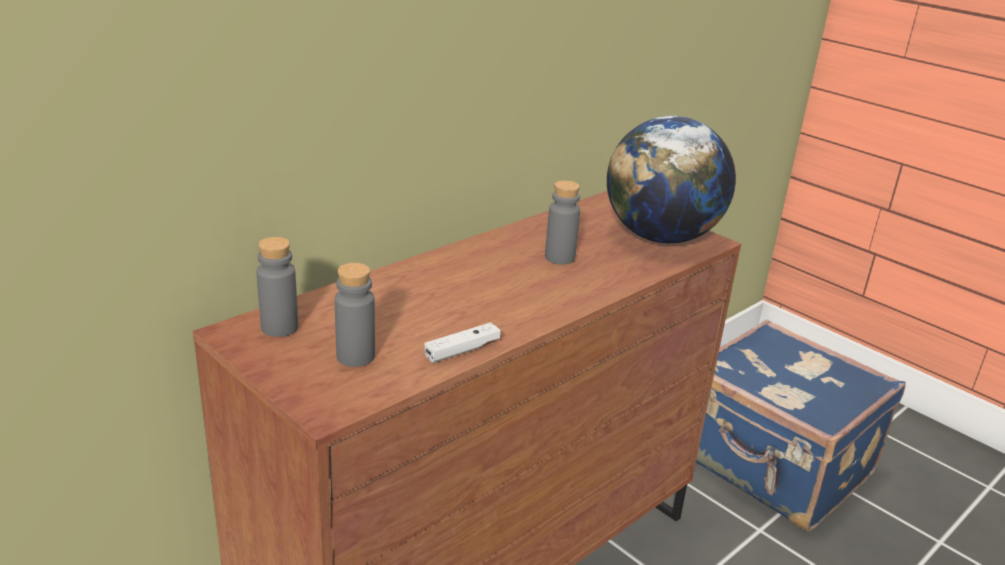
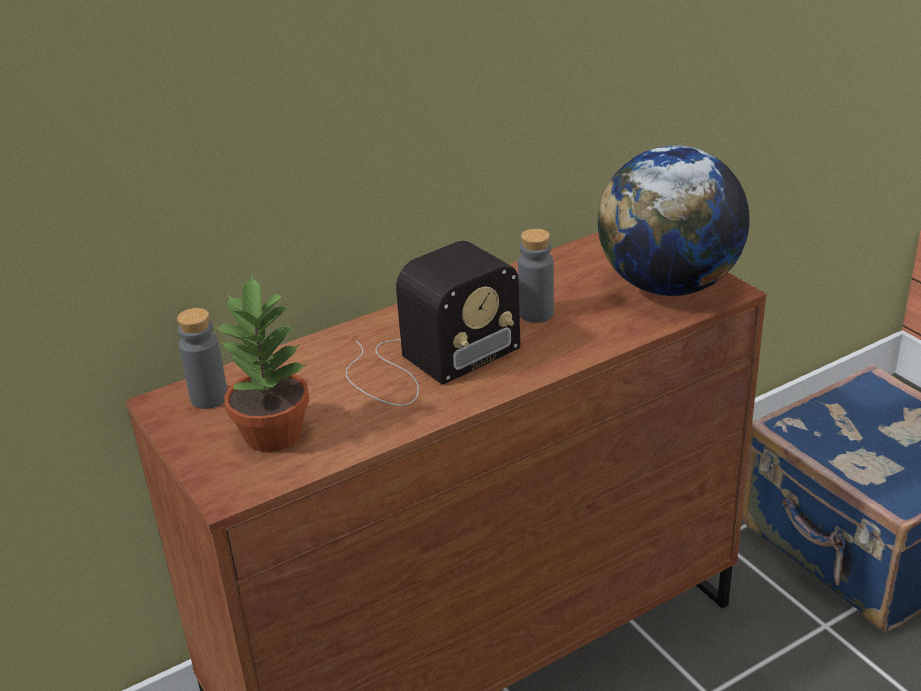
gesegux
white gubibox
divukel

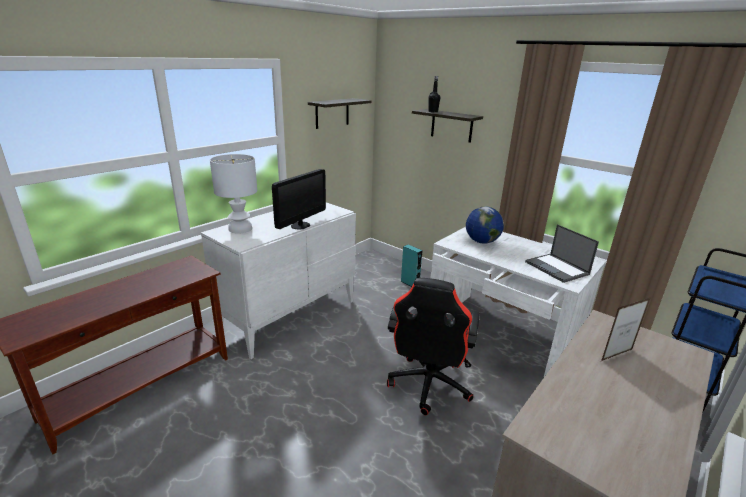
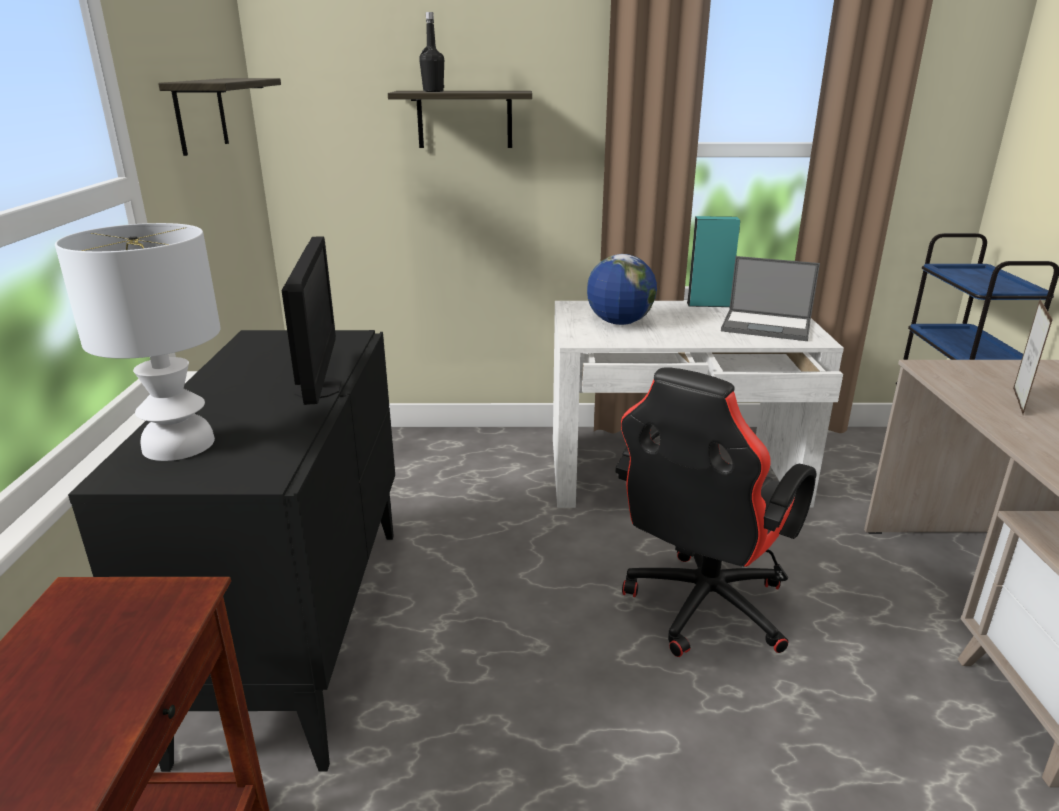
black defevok
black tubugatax
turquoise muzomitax

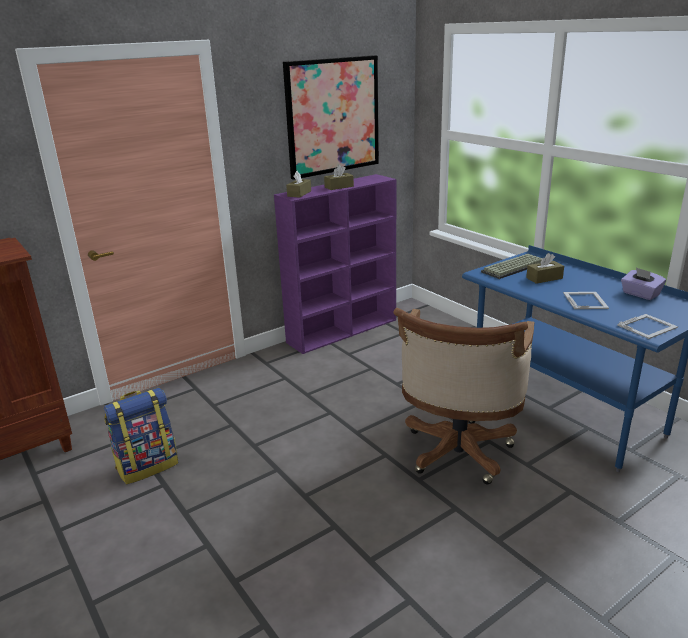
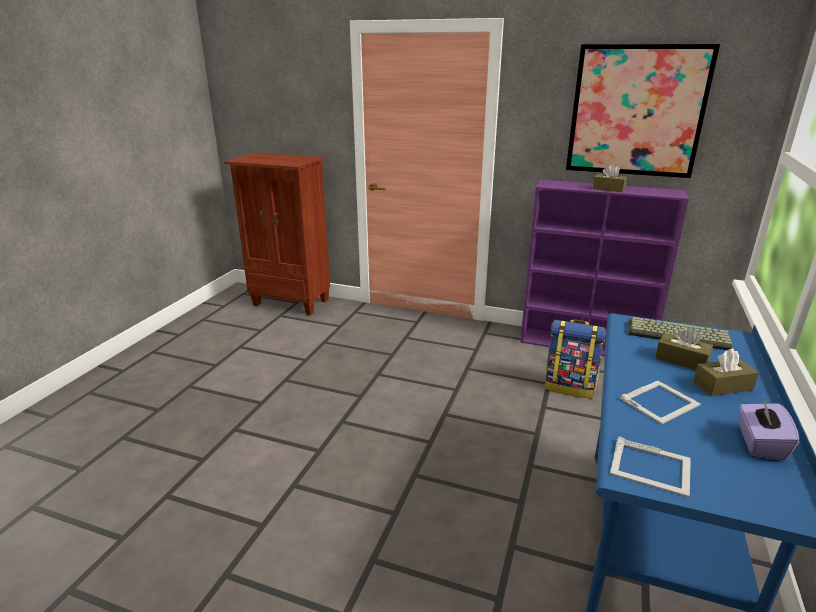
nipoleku
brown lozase (3rd from left)
tubugatax

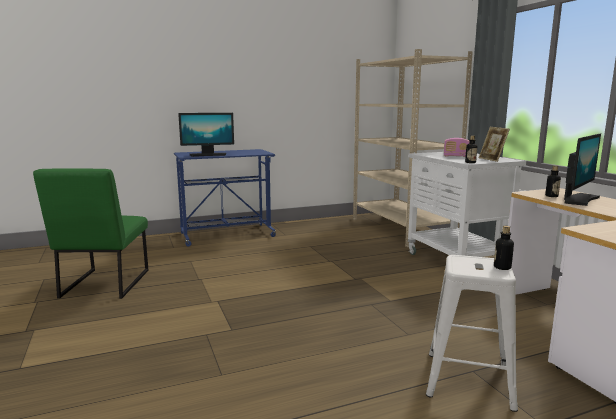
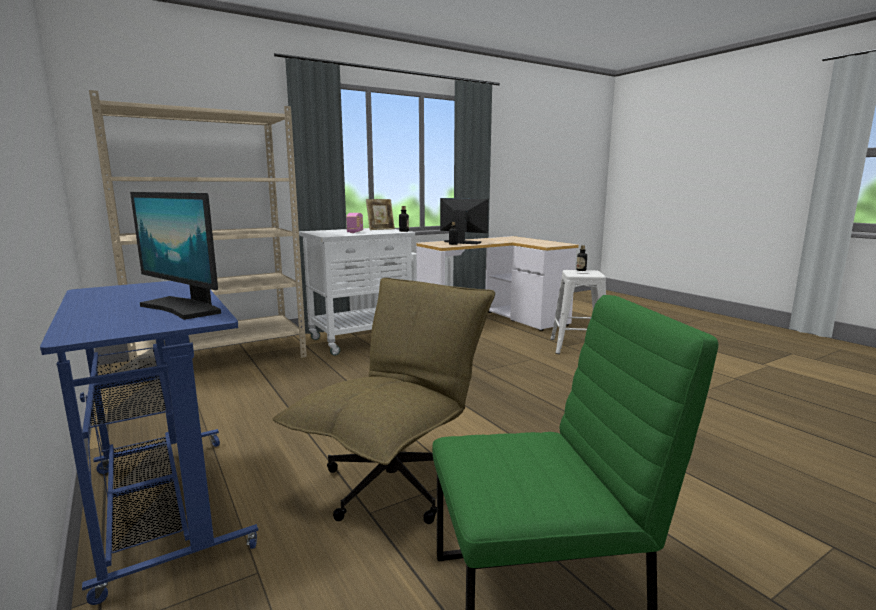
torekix (1st from left)
beige tubugatax

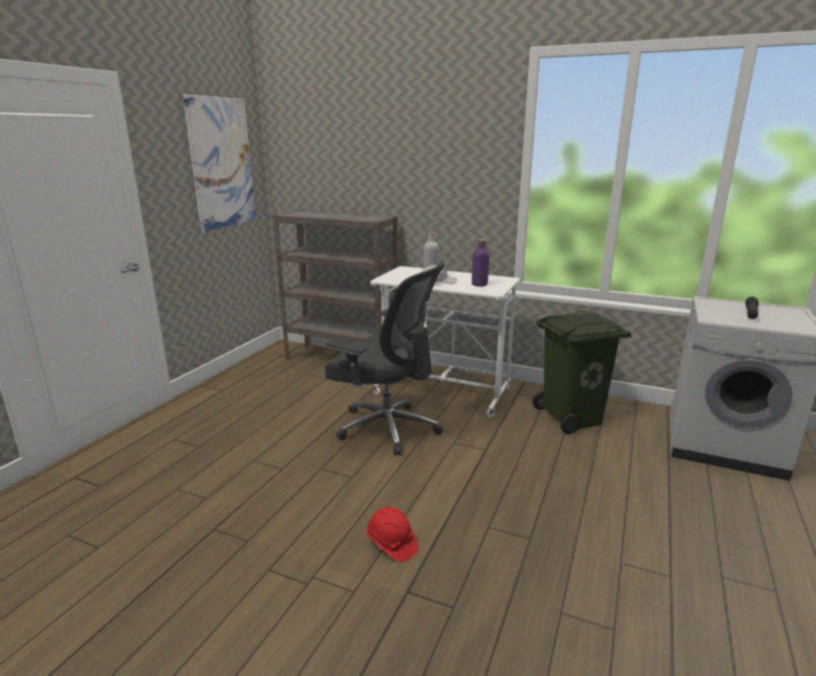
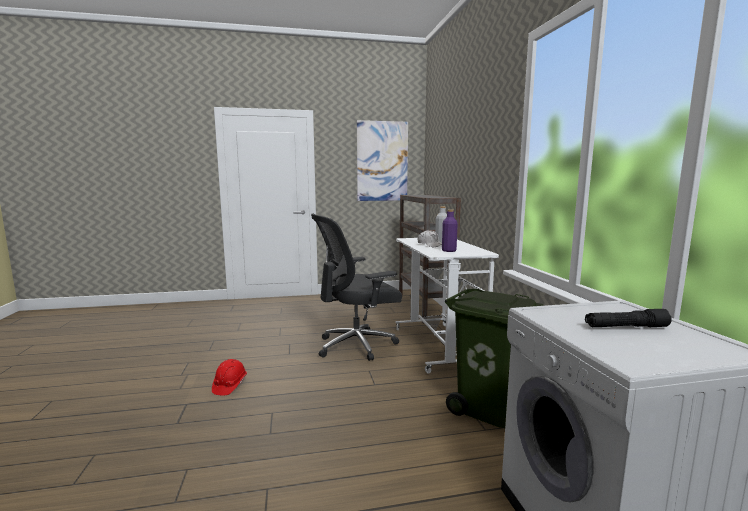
tubugatax

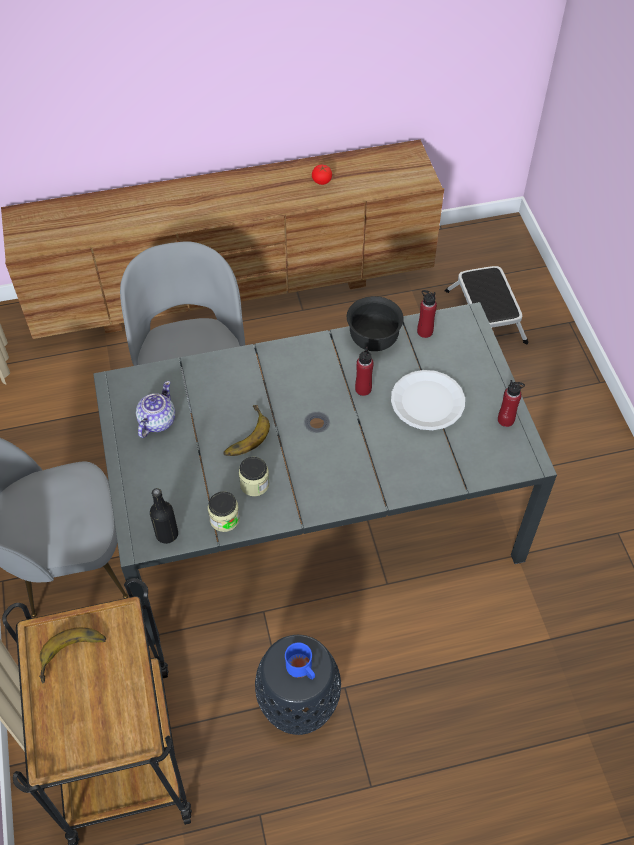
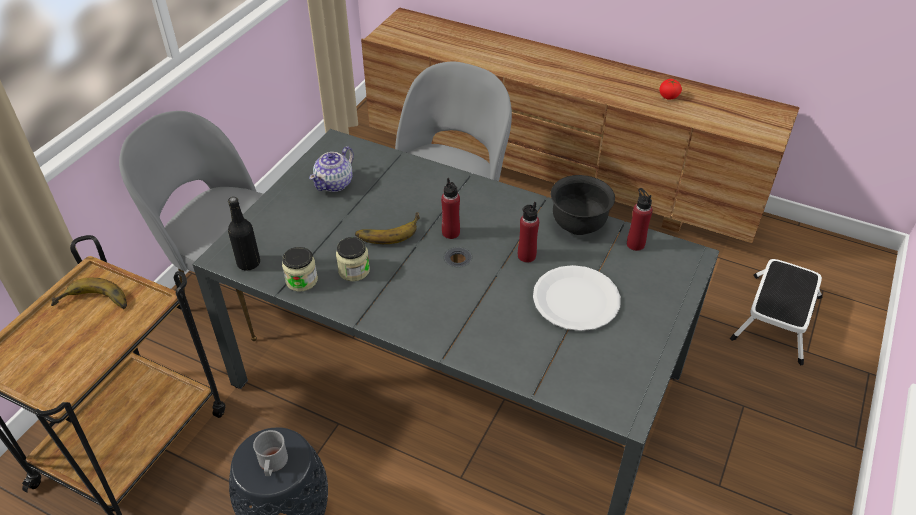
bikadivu
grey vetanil
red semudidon (1st from left)

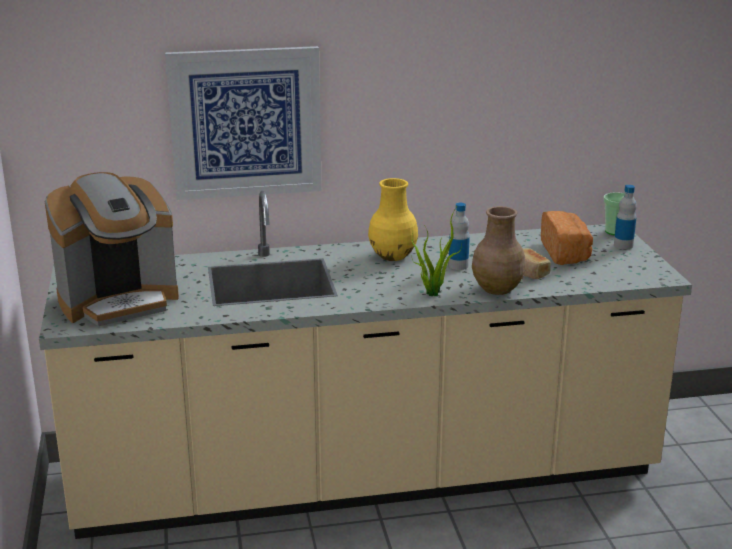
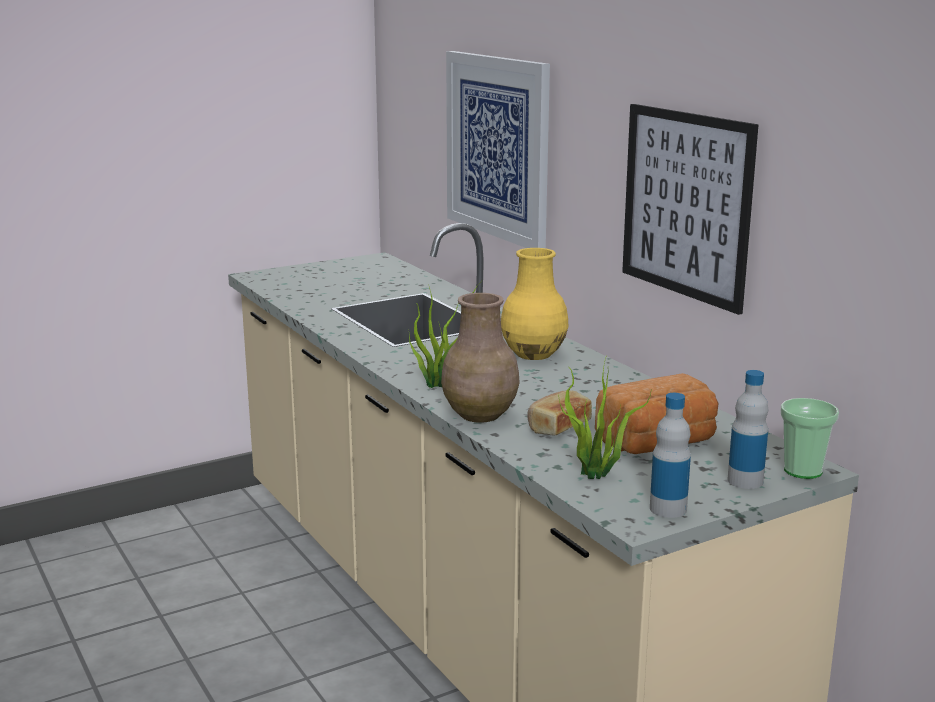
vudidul
semudidon (1st from left)
gesegux (2nd from left)
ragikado (2nd from left)

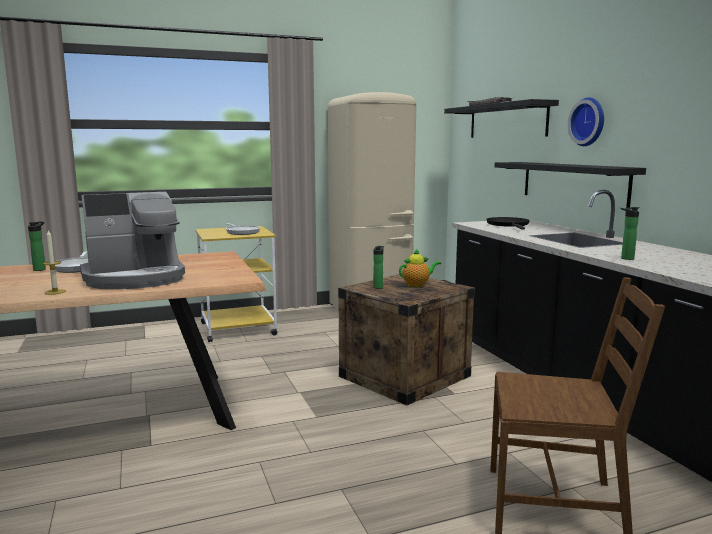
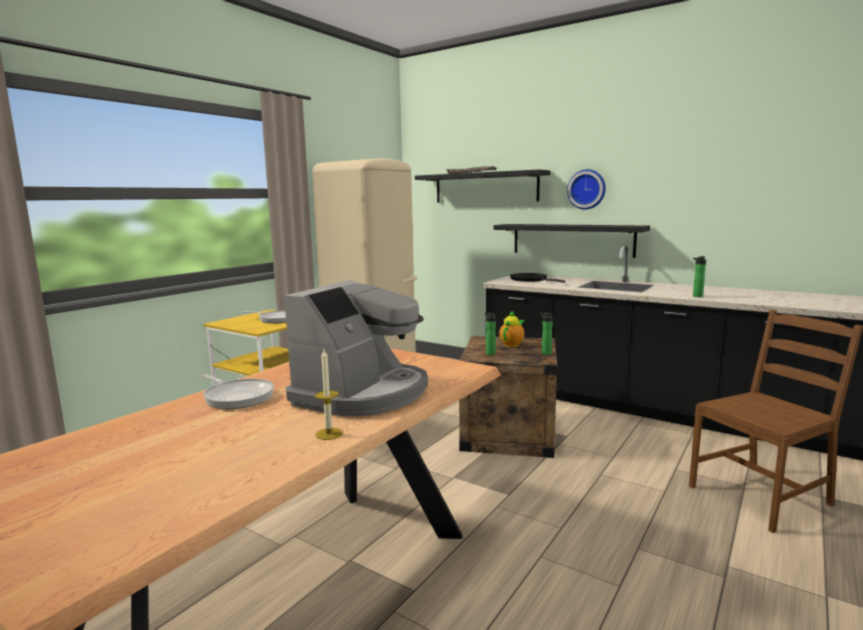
semudidon (2nd from left)

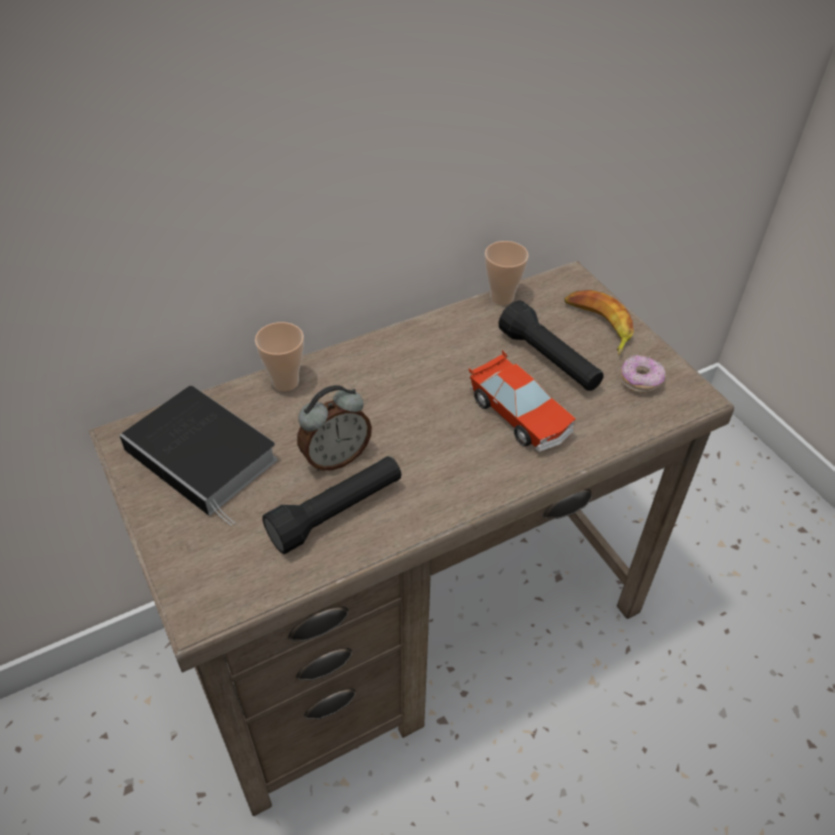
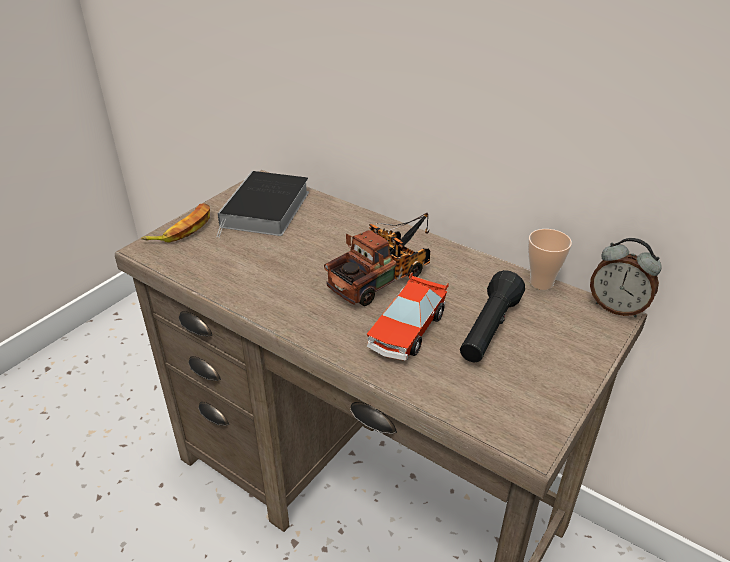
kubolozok (1st from left in the first image)
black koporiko (1st from left in the first image)
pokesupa
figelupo
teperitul
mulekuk

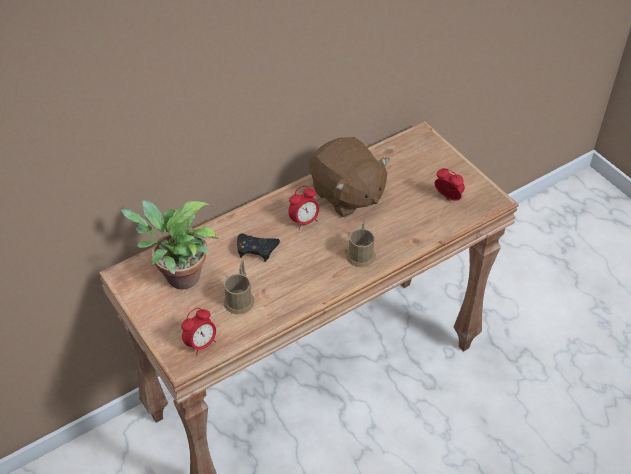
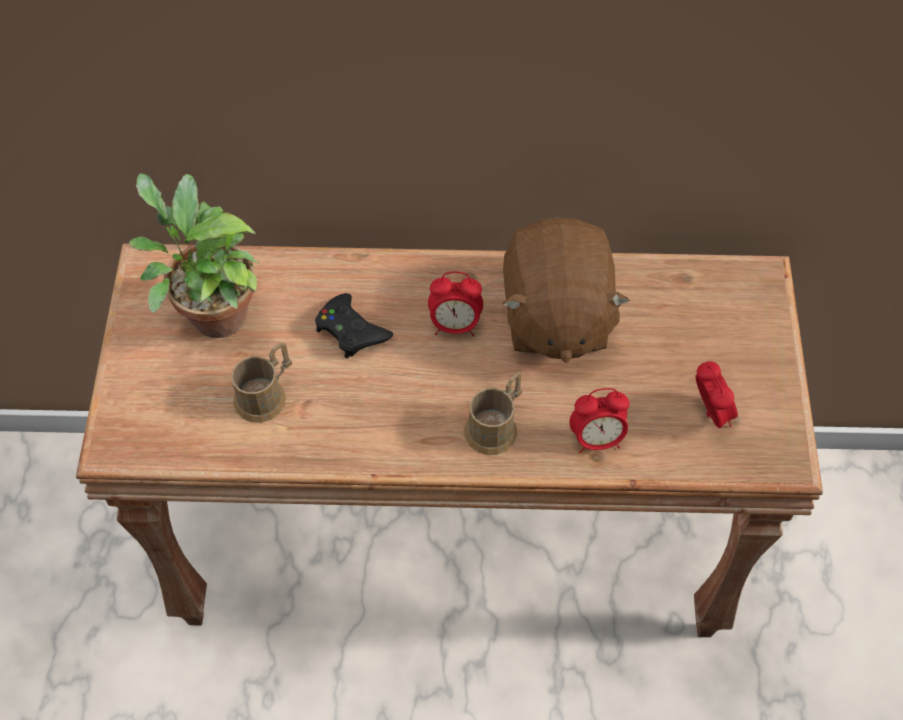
pokesupa (2nd from left)

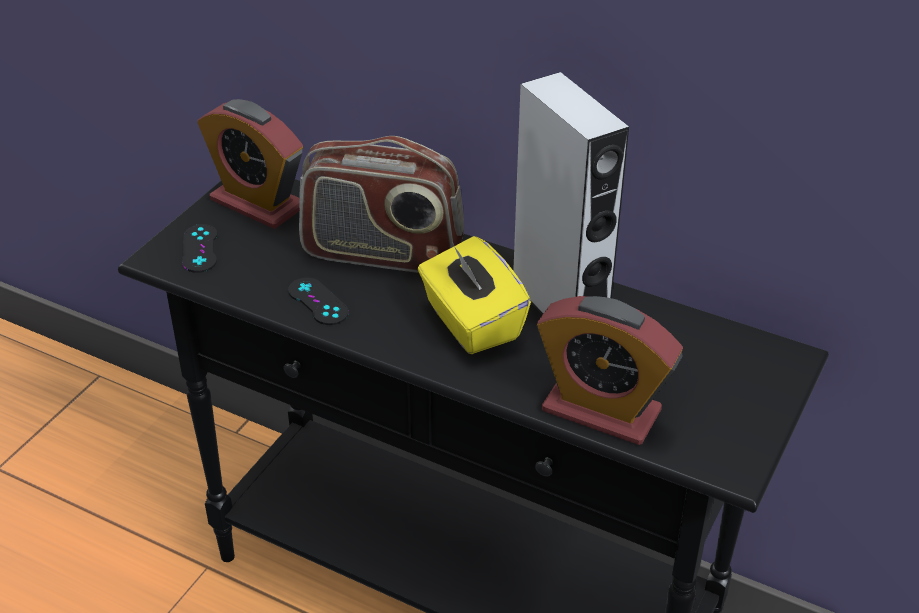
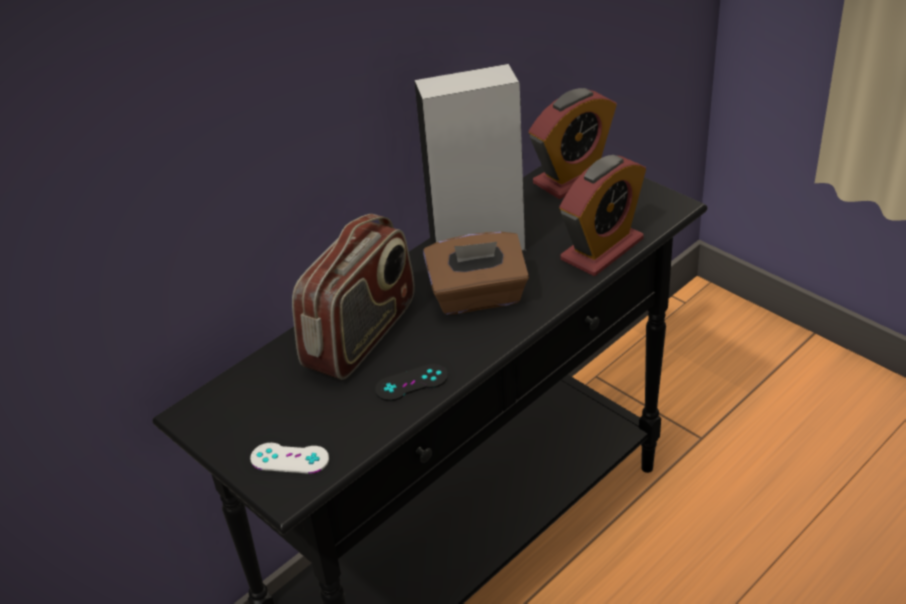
white gubibox
pokesupa (1st from left)
brown lozase

